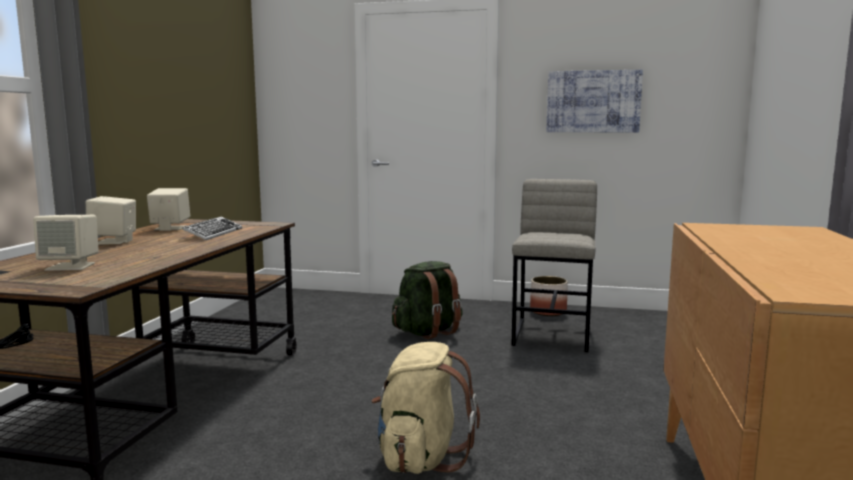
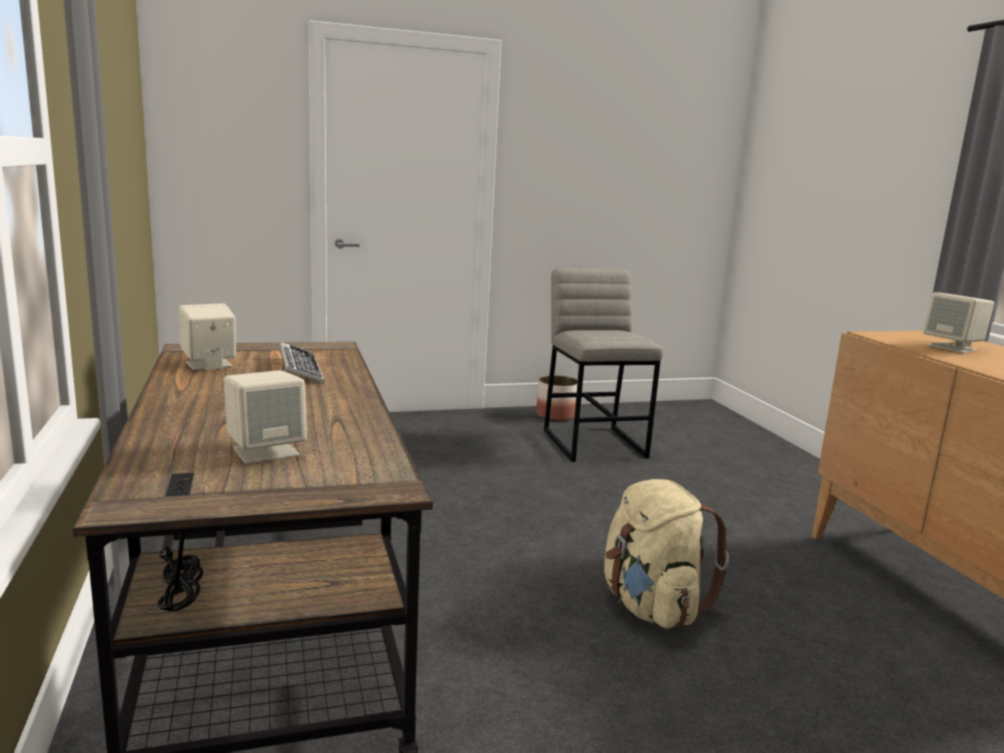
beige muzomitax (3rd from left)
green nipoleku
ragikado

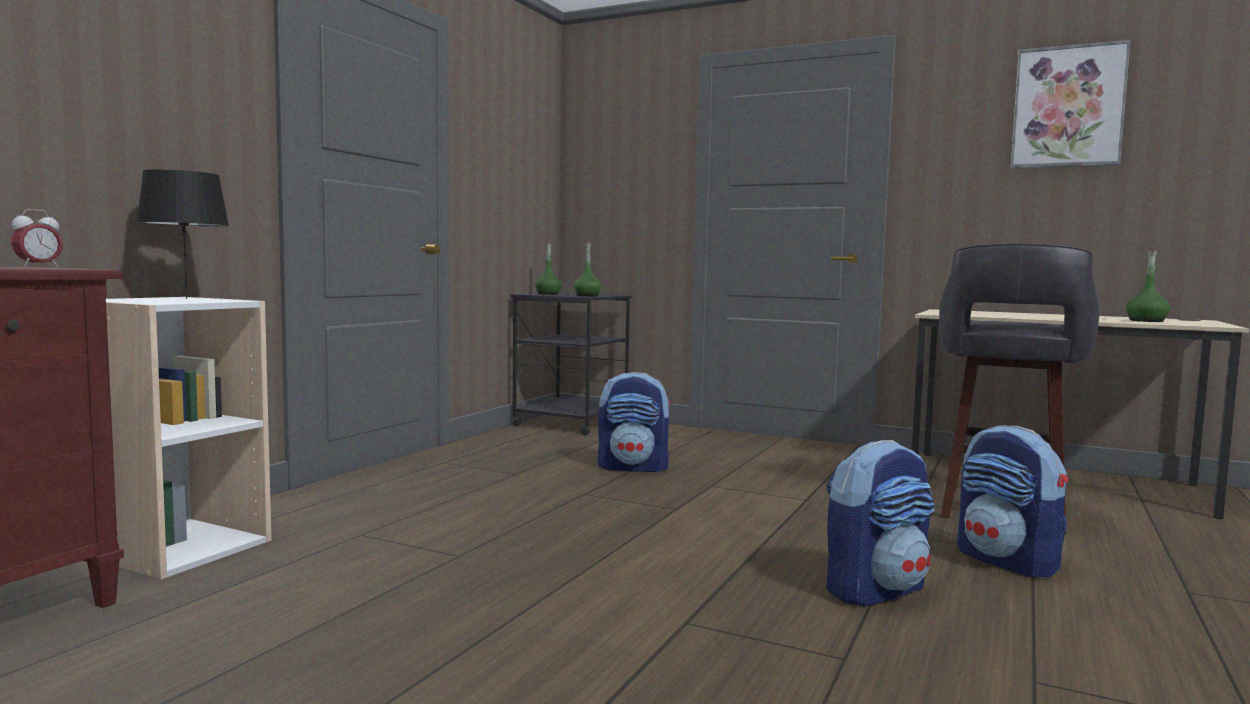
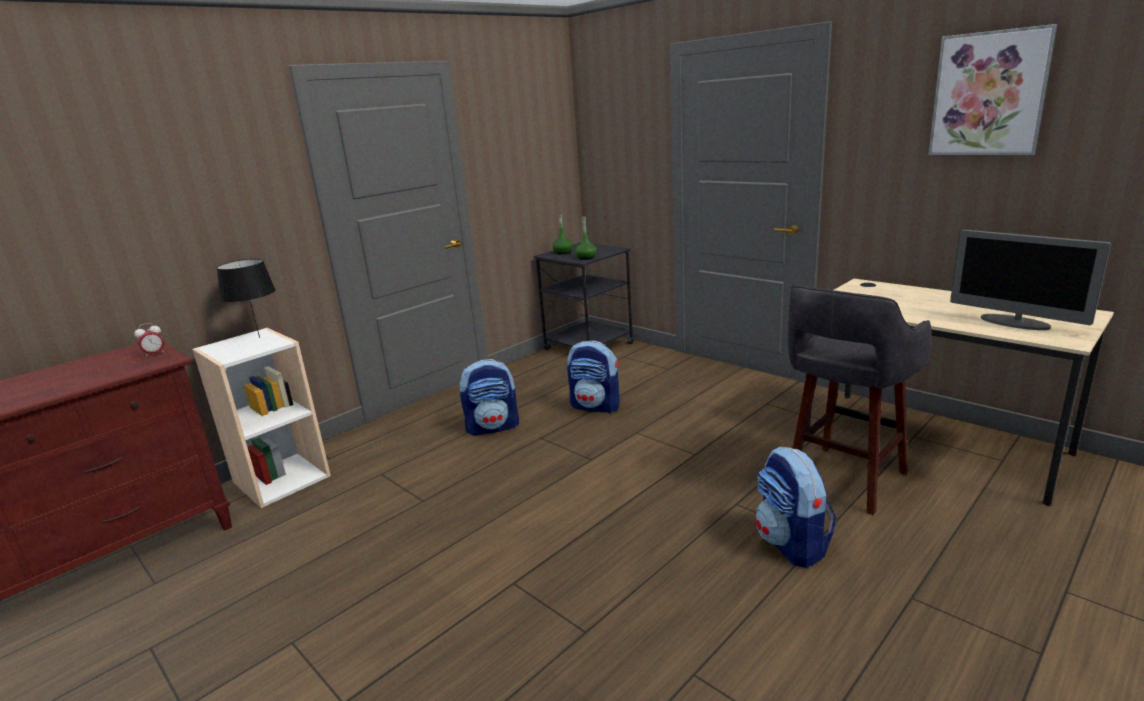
nipoleku (1st from left)
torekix

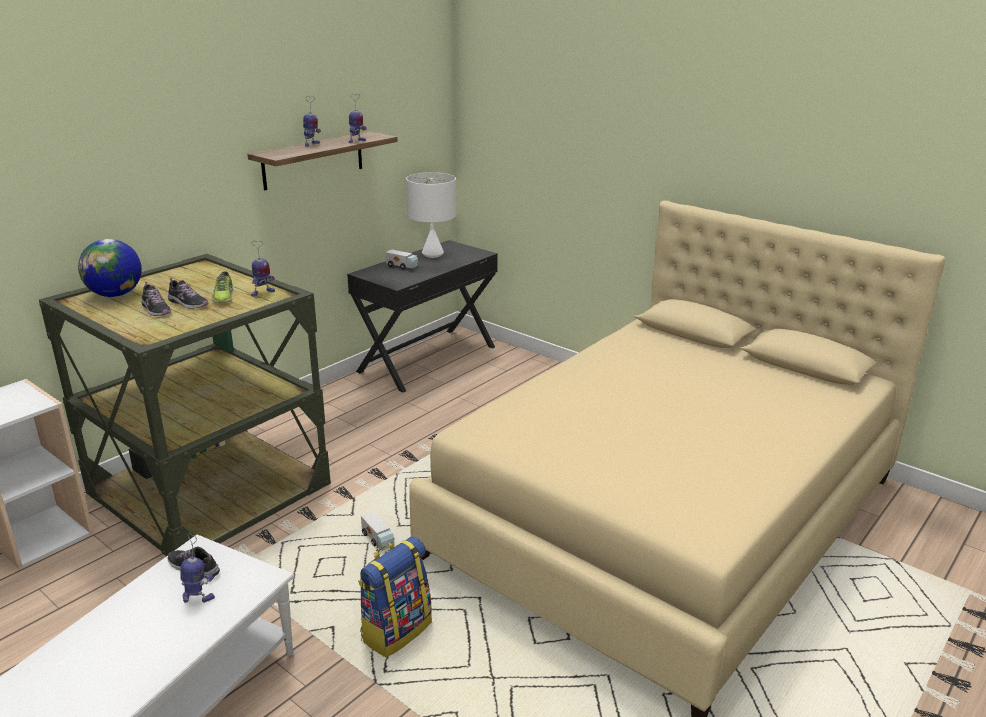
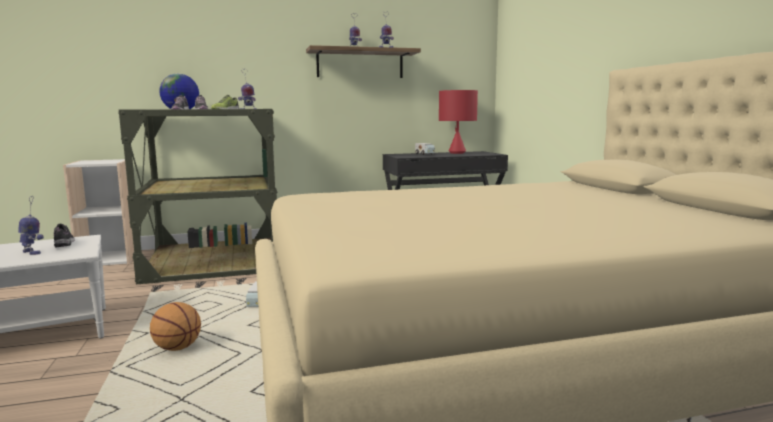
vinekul
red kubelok

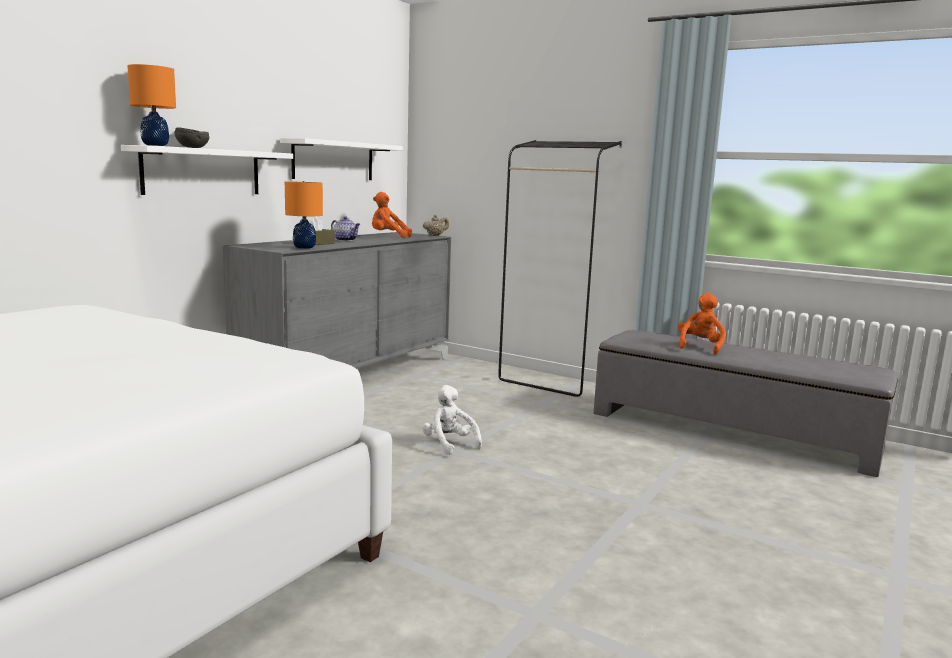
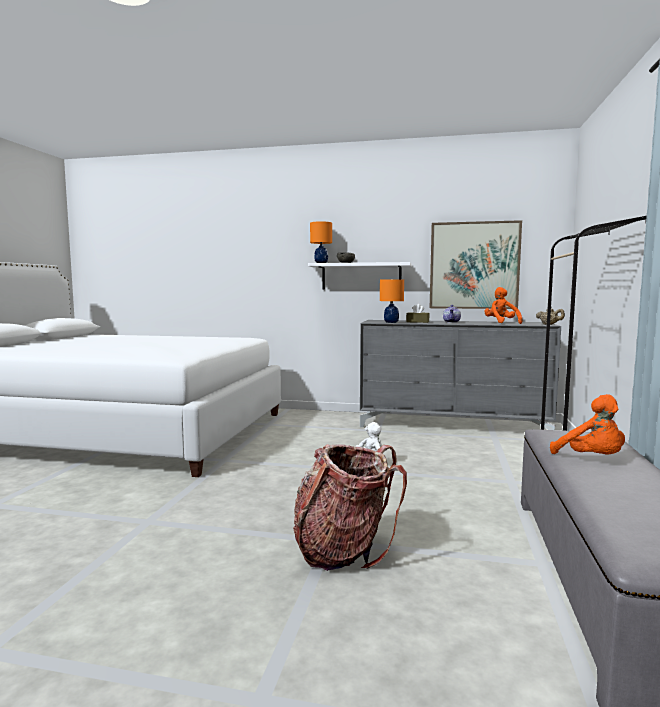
ragikado
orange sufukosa (2nd from left)
nipoleku

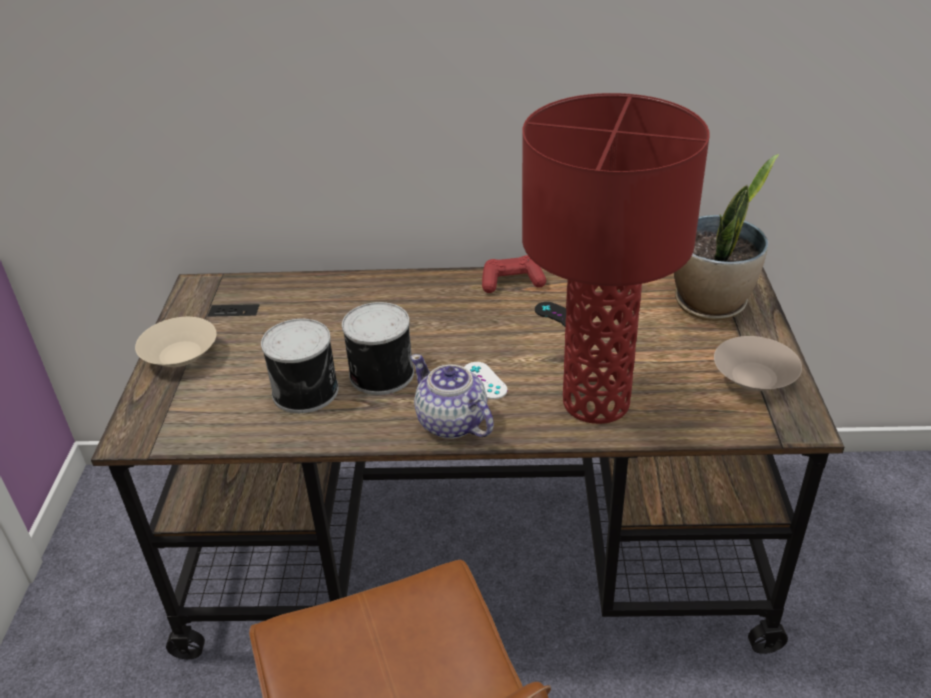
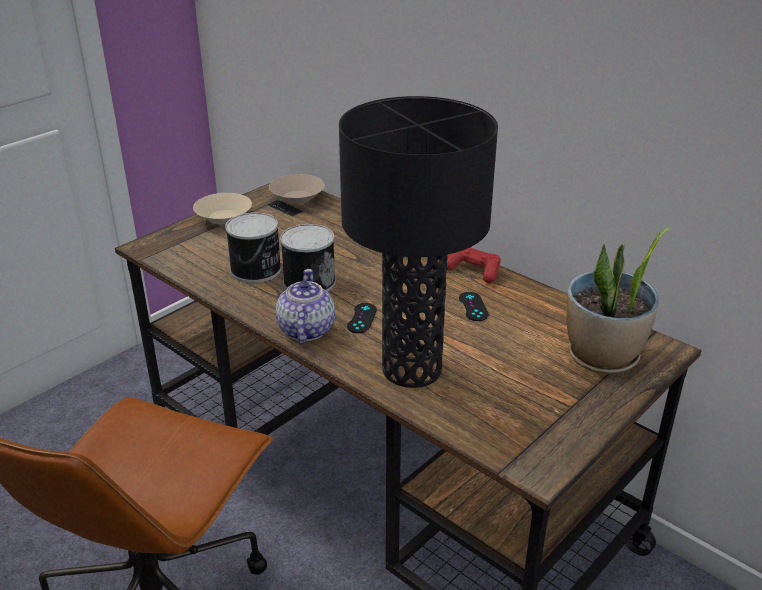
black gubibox (1st from left)
black kubelok
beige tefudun (2nd from left)

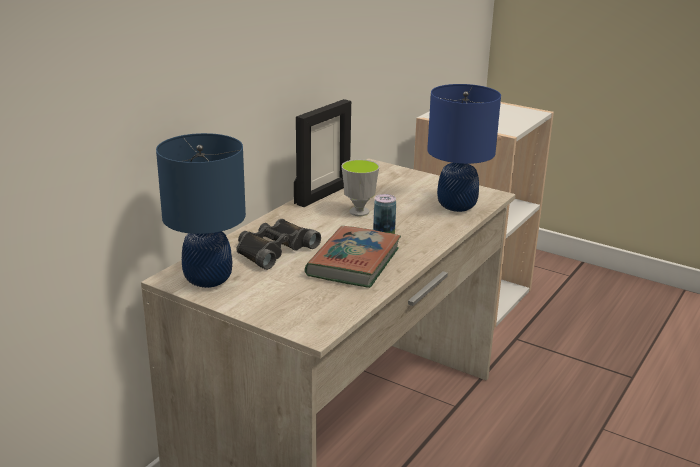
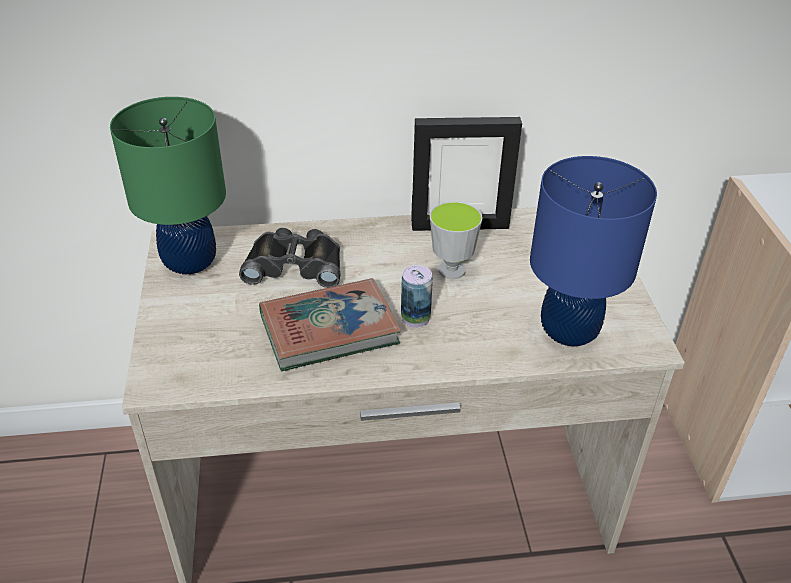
green kubelok

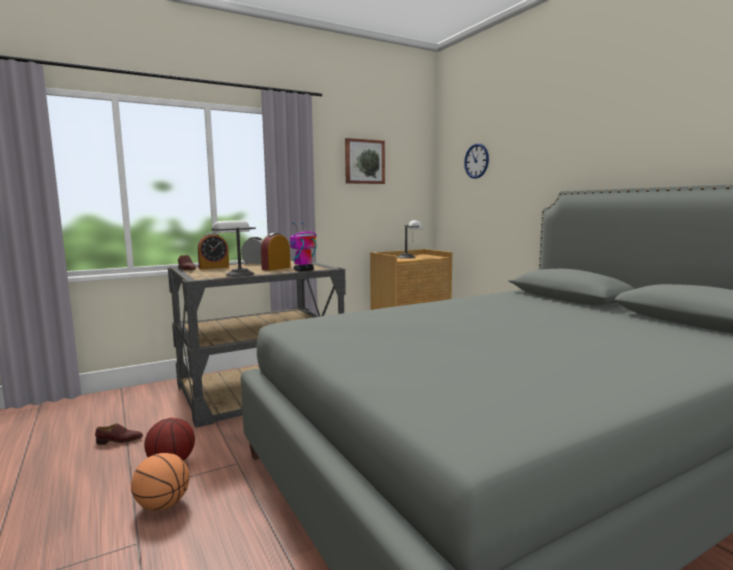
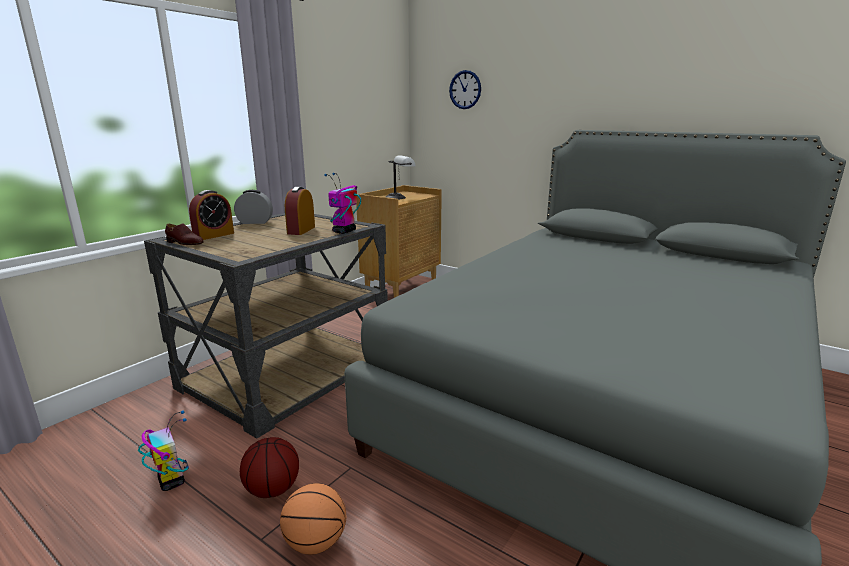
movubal (1st from left)
kubelok (1st from left in the first image)
ragikado

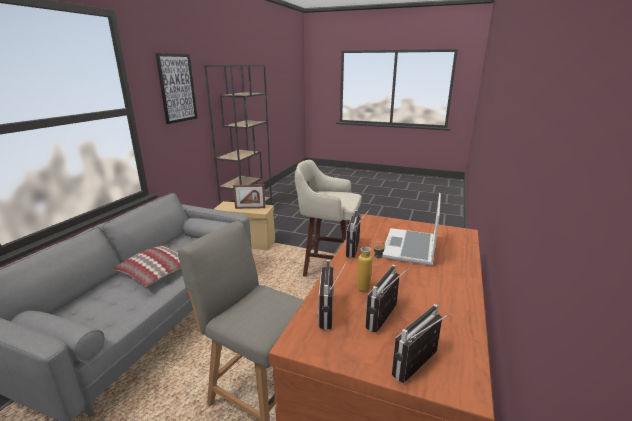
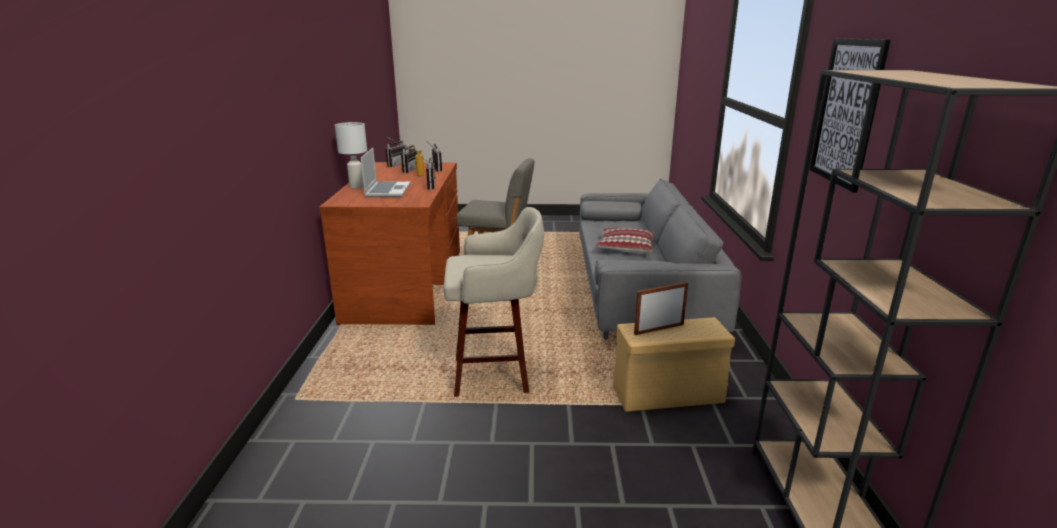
white kubelok

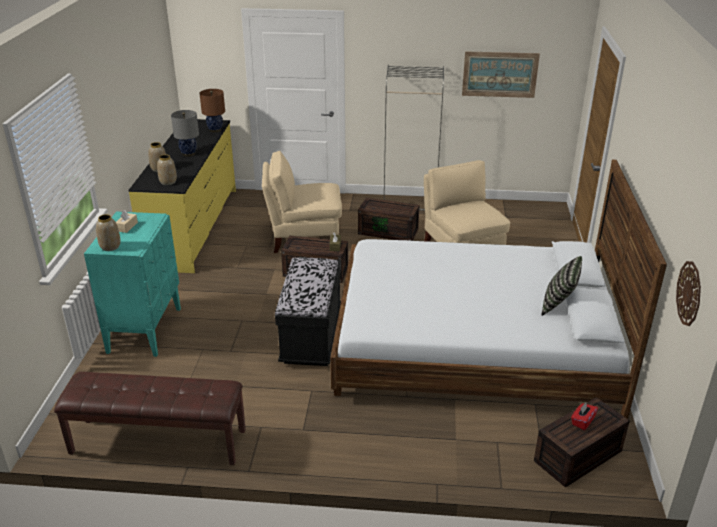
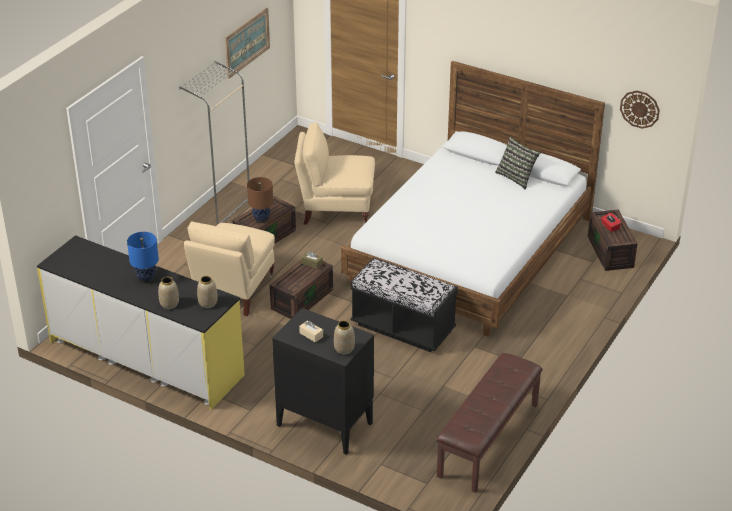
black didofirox
blue kubelok
brown kubelok

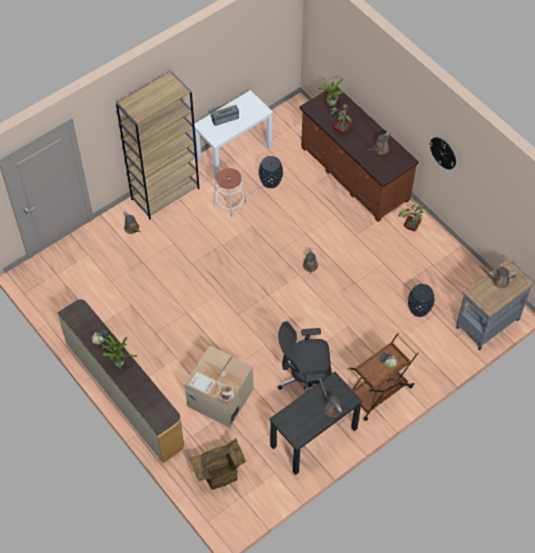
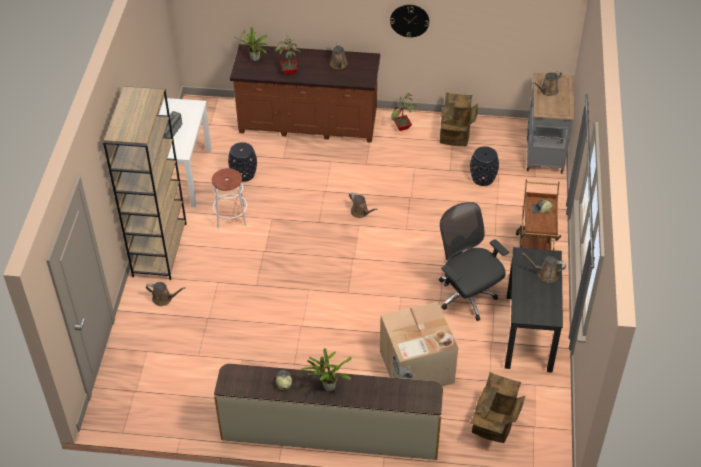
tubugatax
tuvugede (2nd from left)

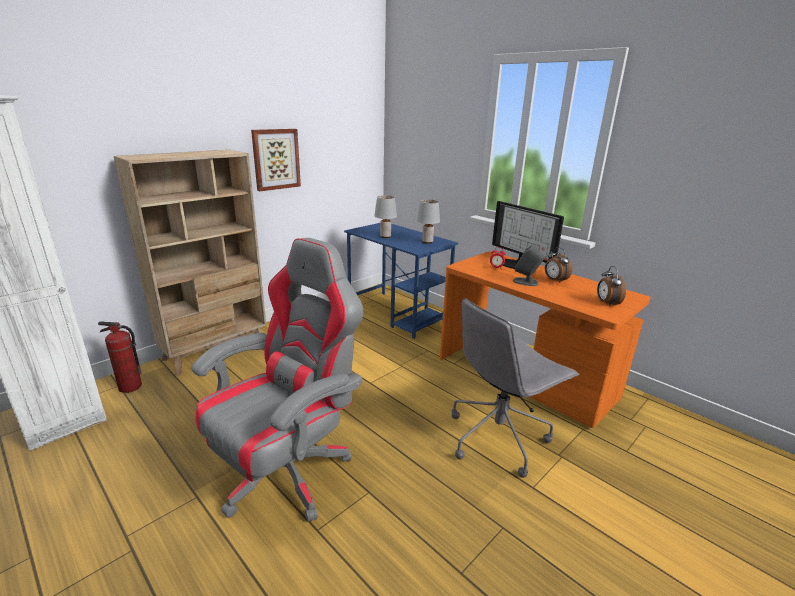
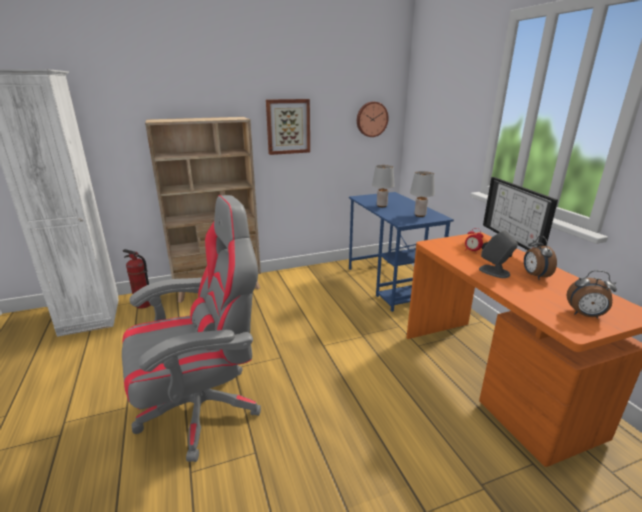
grey tubugatax (2nd from left in the first image)
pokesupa (3rd from left)
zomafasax

